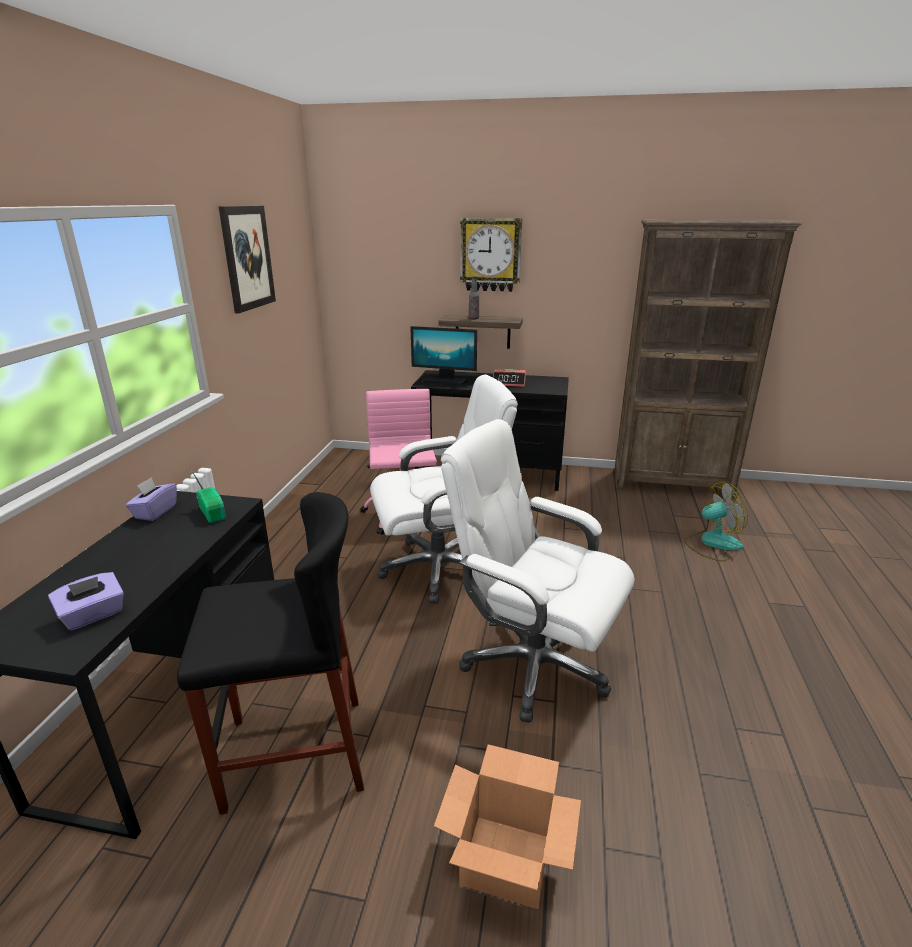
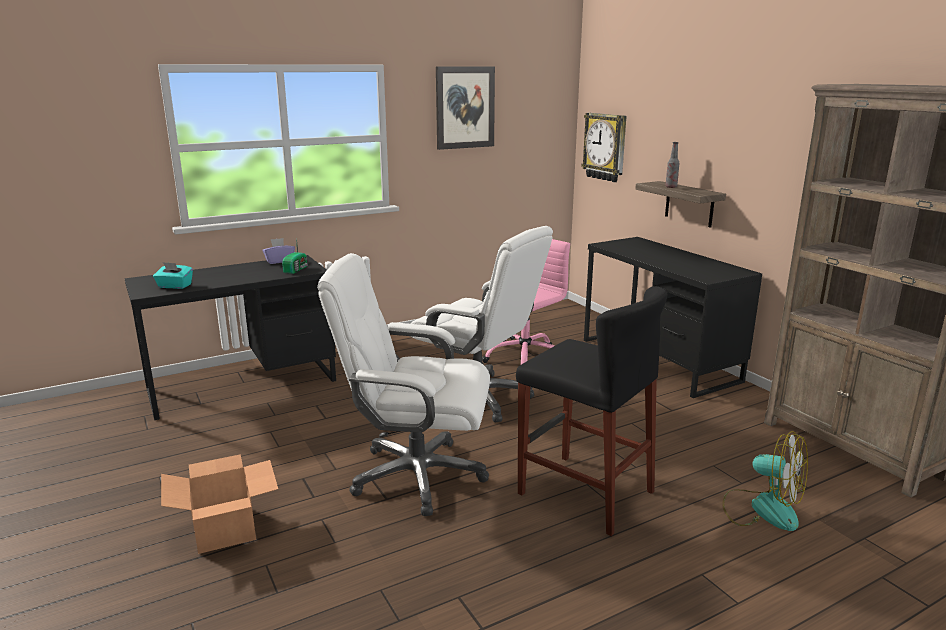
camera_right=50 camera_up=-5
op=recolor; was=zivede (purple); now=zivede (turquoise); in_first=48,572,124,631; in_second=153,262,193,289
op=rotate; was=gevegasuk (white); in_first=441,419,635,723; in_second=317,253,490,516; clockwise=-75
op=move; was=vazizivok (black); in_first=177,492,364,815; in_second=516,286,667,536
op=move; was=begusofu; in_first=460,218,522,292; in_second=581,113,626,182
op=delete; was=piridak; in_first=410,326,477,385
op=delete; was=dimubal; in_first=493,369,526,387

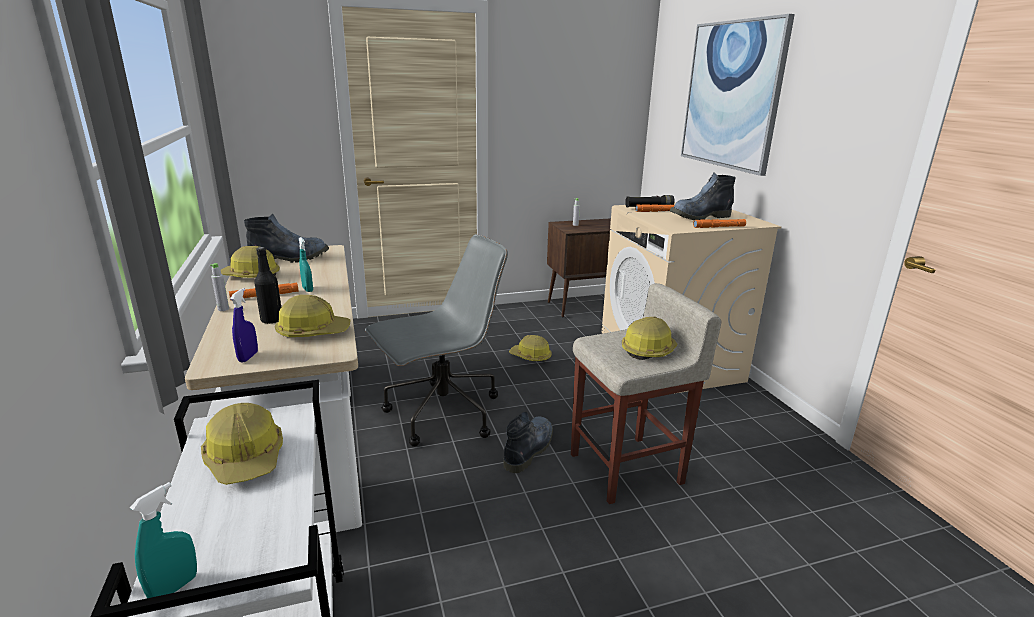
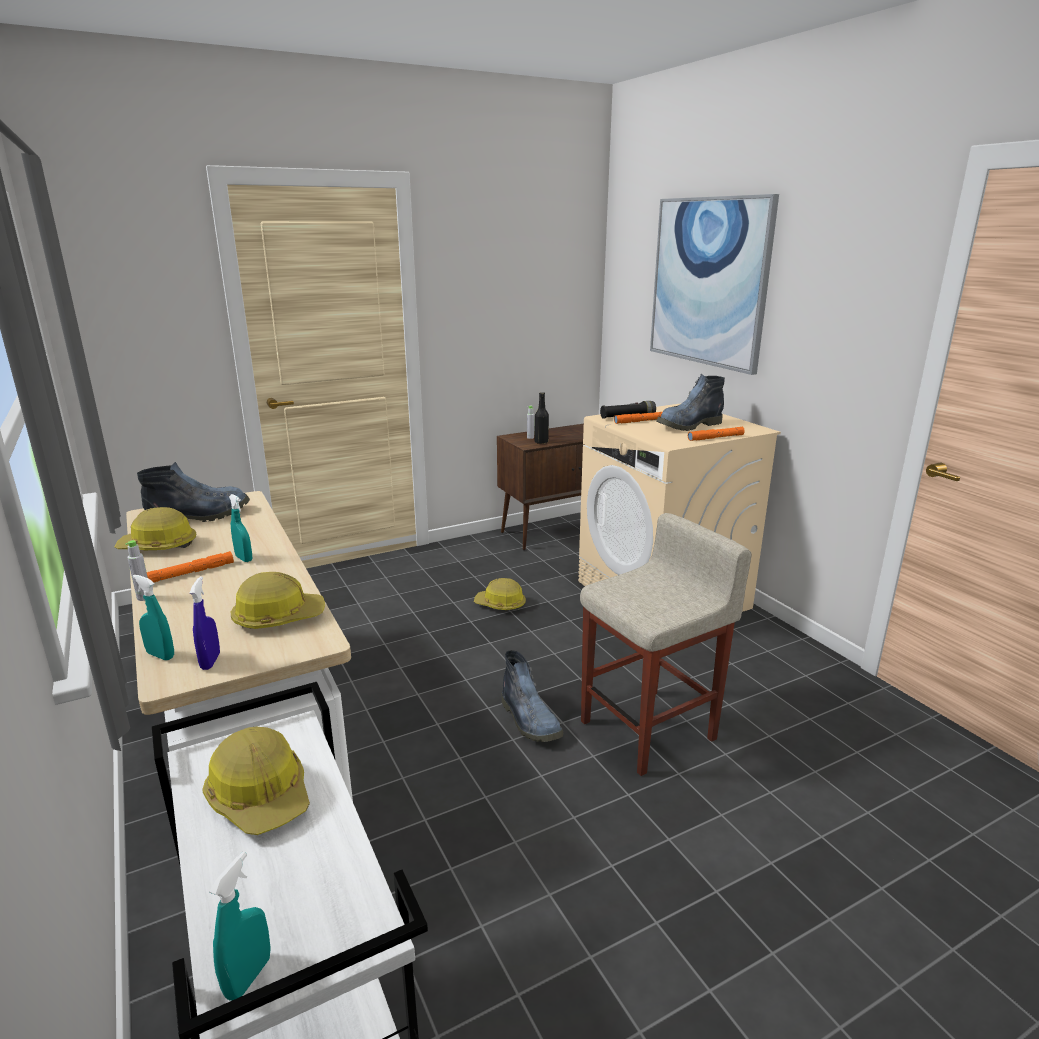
camera_right=-10 camera_up=0
op=insert; now=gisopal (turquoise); in_second=133,575,174,660
op=rotate; was=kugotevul; in_first=503,412,553,473; in_second=502,650,563,742; clockwise=135
op=move; was=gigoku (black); in_first=254,247,281,324; in_second=535,392,549,444
op=delete; was=gevegasuk (grey); in_first=365,234,508,447
op=delete; was=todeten; in_first=622,317,677,360

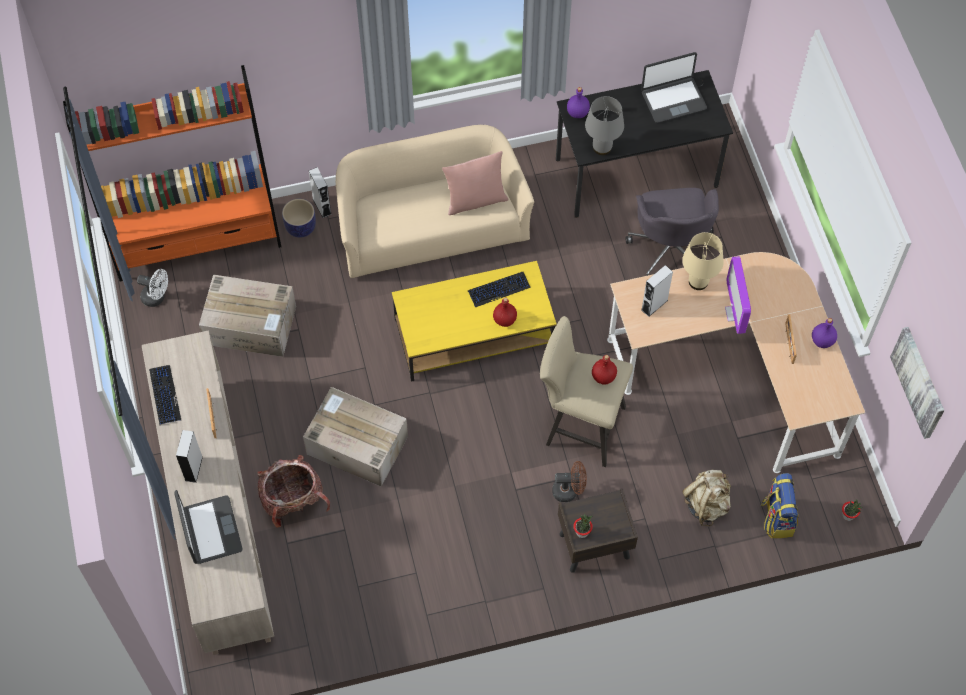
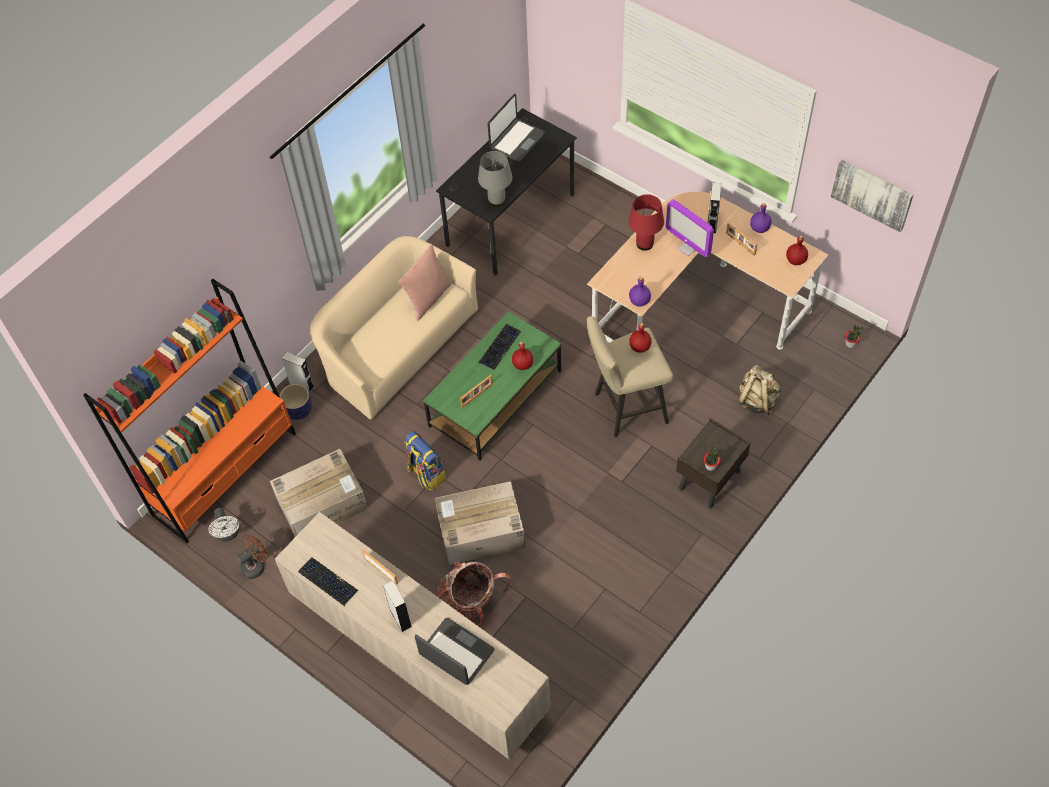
camera_right=-35 camera_up=-5
op=rotate; was=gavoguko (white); in_first=137,269,168,307; in_second=208,508,239,541; clockwise=90
op=move; was=gavoguko (brown); in_first=552,461,587,502; in_second=236,535,267,579
op=move; was=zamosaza; in_first=761,473,799,538; in_second=404,431,446,491
op=recolor; was=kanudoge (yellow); now=kanudoge (green); in_first=392,261,557,382; in_second=423,311,561,461
op=insert; now=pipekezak; in_second=460,375,493,408
op=recolor; was=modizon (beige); now=modizon (red); in_first=682,232,724,290; in_second=629,194,664,251
op=move; was=gigoku (purple); in_first=567,87,590,118; in_second=629,277,651,307
op=move; was=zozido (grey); in_first=642,265,673,317; in_second=708,183,722,234
op=insert; now=gigoku (red); in_second=786,235,808,265
op=delete; was=gevegasuk (grey); in_first=626,188,719,276

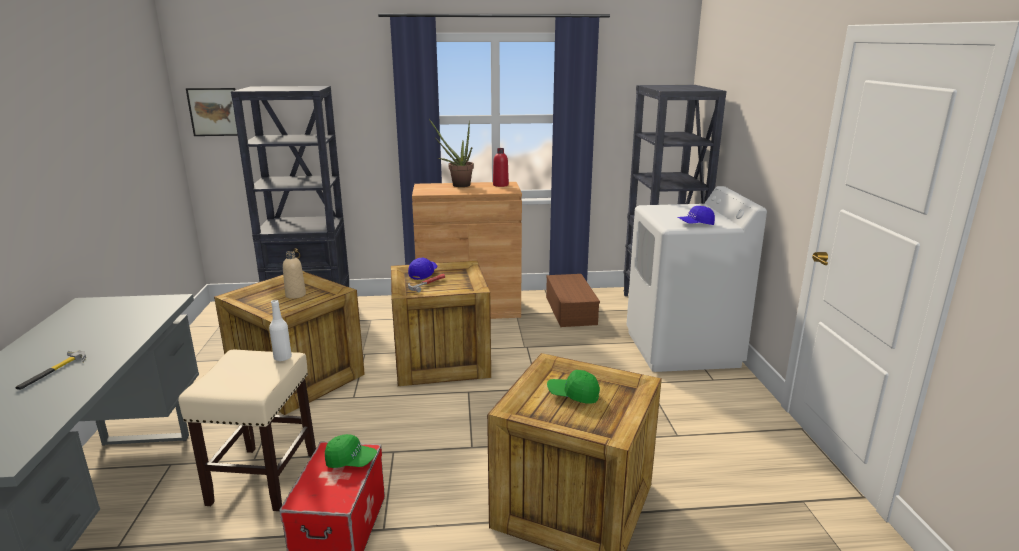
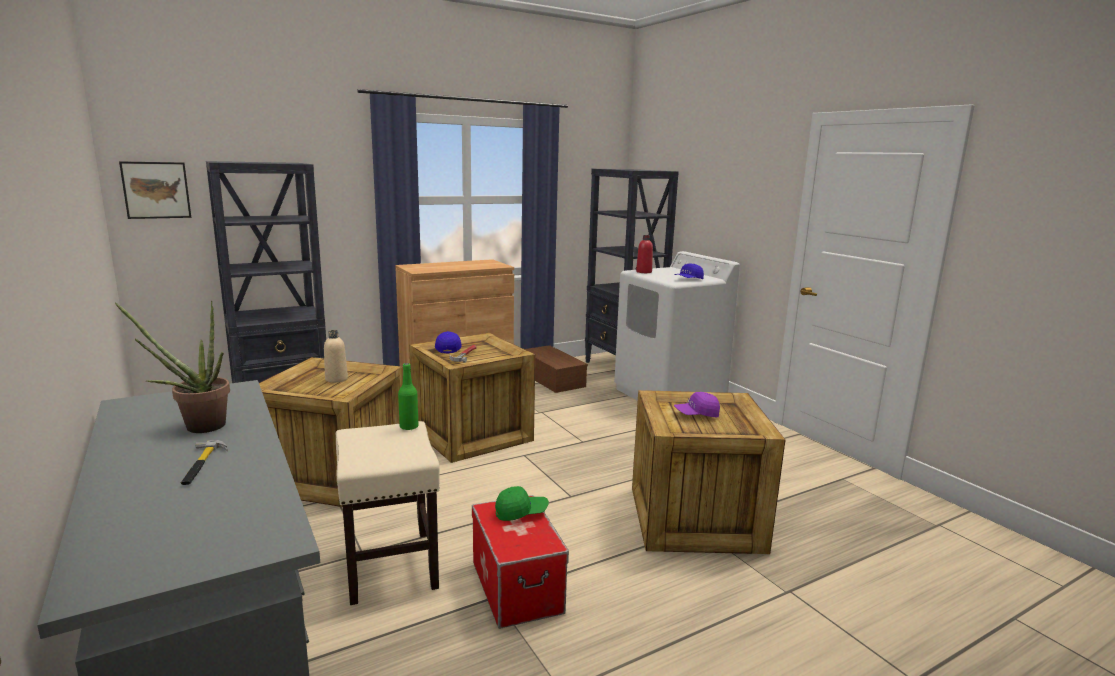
camera_right=-25 camera_up=-5
op=move; was=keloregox; in_first=429,119,474,187; in_second=115,301,230,433
op=recolor; was=gigoku (white); now=gigoku (green); in_first=269,300,292,361; in_second=398,363,418,430
op=move; was=gigoku (red); in_first=493,148,509,187; in_second=636,235,653,273
op=recolor; was=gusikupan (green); now=gusikupan (purple); in_first=547,370,600,404; in_second=674,392,720,417

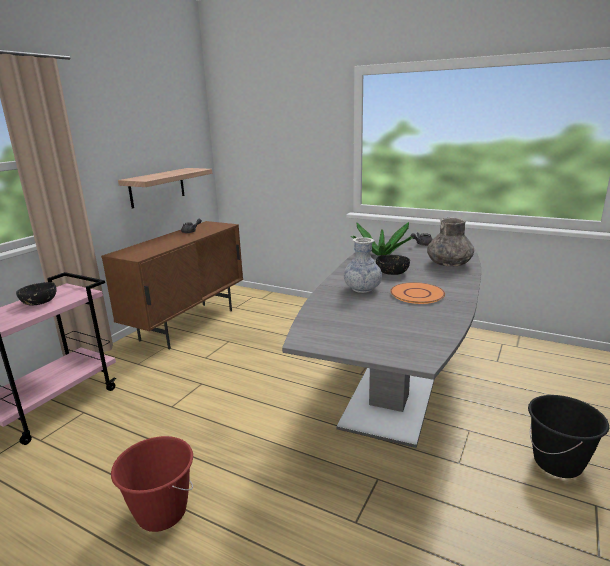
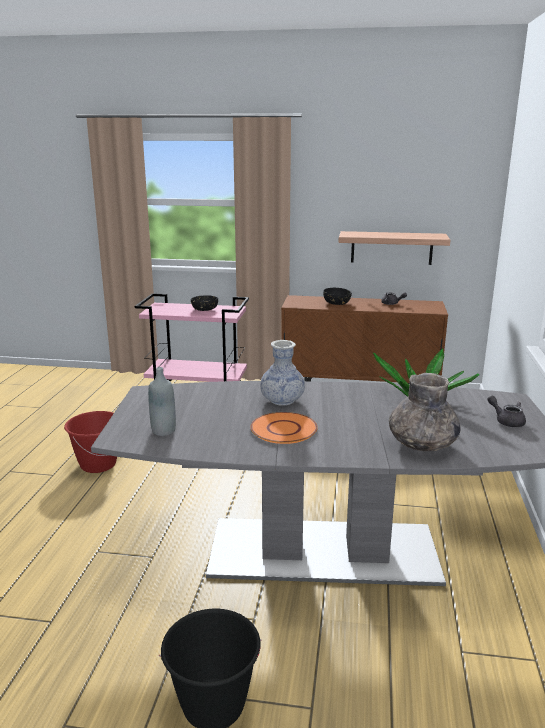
camera_right=70 camera_up=0
op=insert; now=gigoku (grey); in_second=148,367,176,436
op=move; was=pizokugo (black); in_first=376,255,410,275; in_second=323,288,352,305

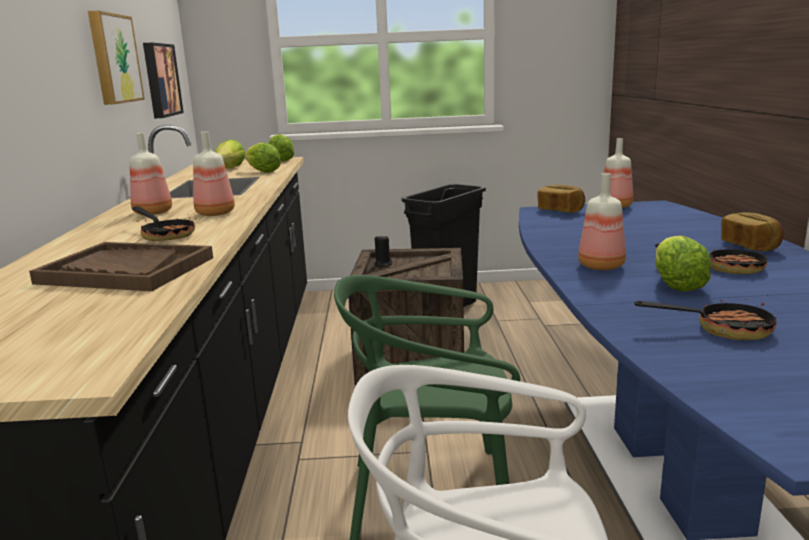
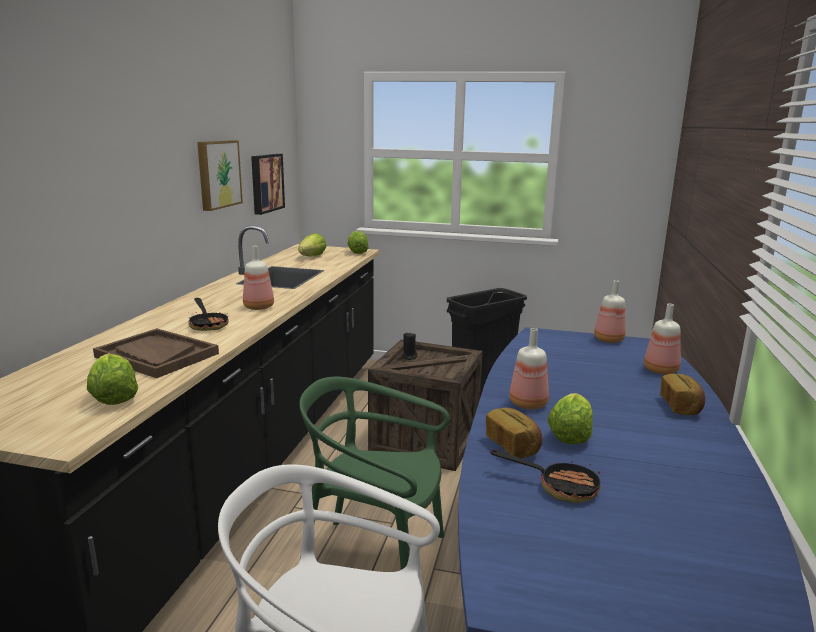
camera_right=15 camera_up=0
op=move; was=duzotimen; in_first=245,143,281,173; in_second=87,353,138,405
op=move; was=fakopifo; in_first=537,185,585,213; in_second=486,407,542,458
op=move; was=gigoku; in_first=129,133,172,215; in_second=644,304,681,375
op=delete; was=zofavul; in_first=655,244,767,274

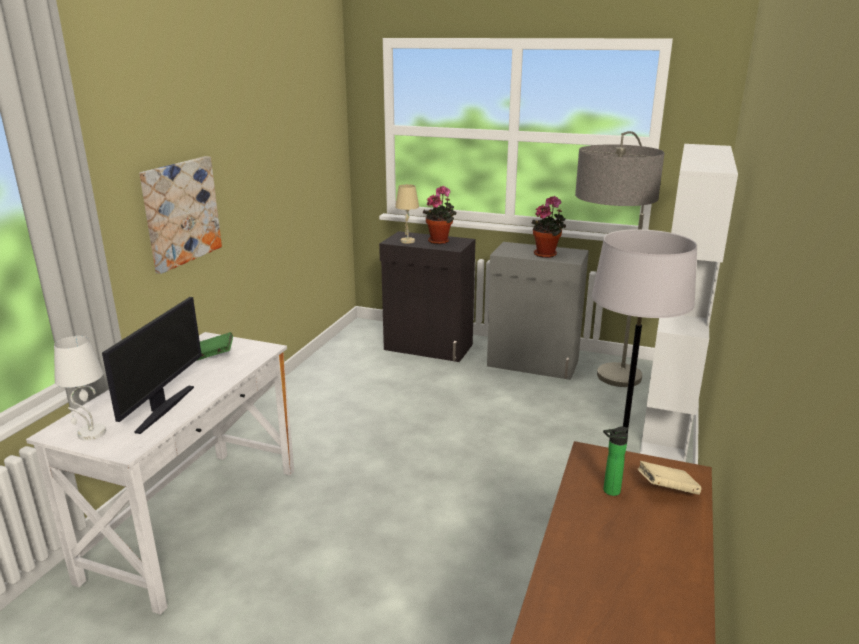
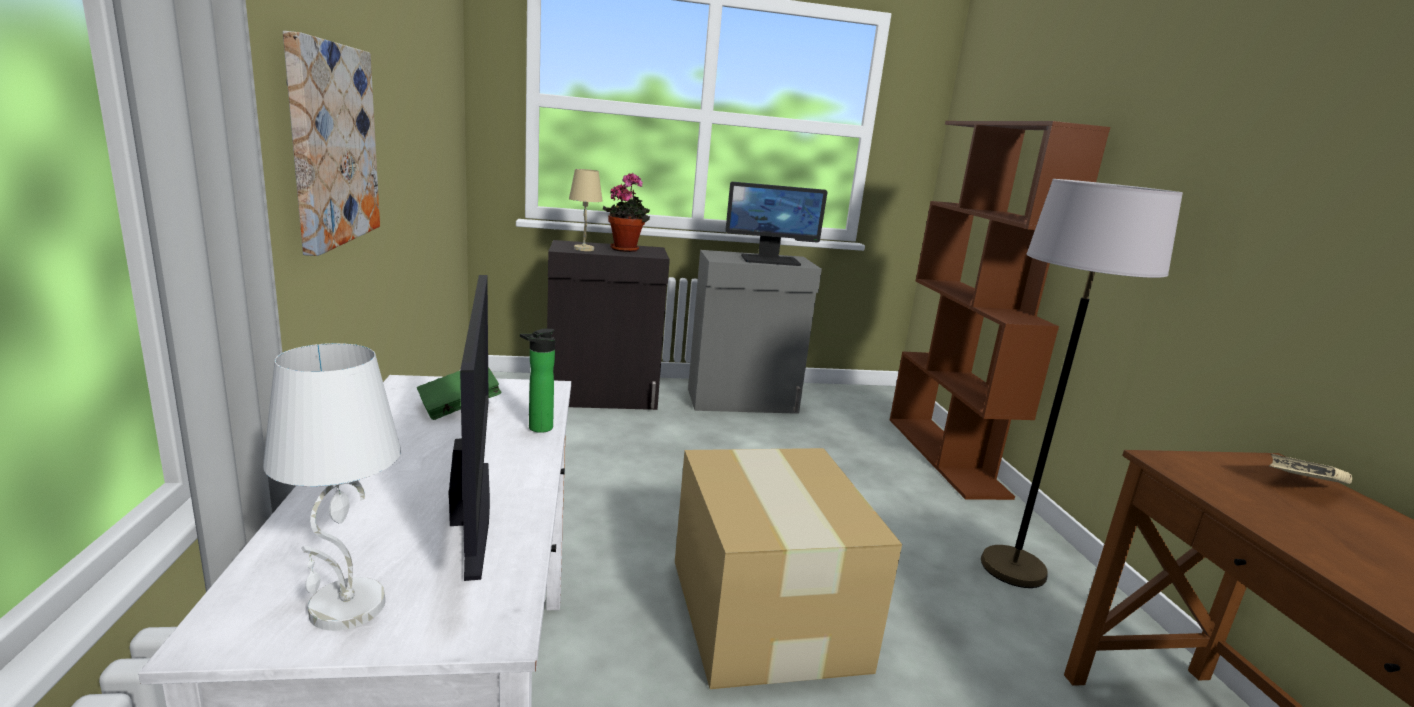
camera_right=-30 camera_up=-5
op=move; was=gigoku; in_first=603,427,628,496; in_second=520,329,555,433
op=insert; now=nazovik; in_second=675,448,902,689
op=replace; was=keloregox; now=piridak; in_first=531,196,566,258; in_second=725,182,827,266
op=recolor; was=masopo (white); now=masopo (brown); in_first=640,144,738,462; in_second=890,121,1110,500
op=delete; was=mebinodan; in_first=575,131,664,387

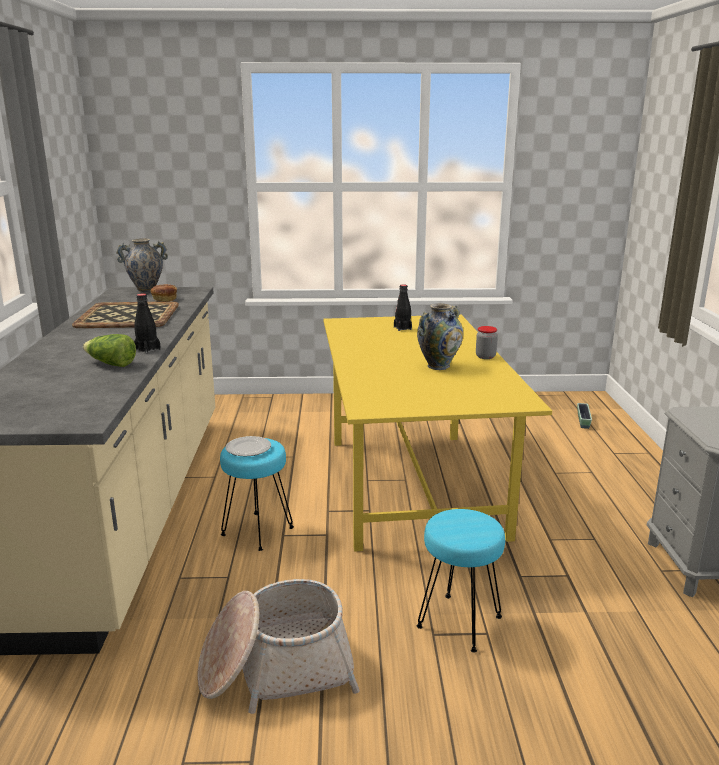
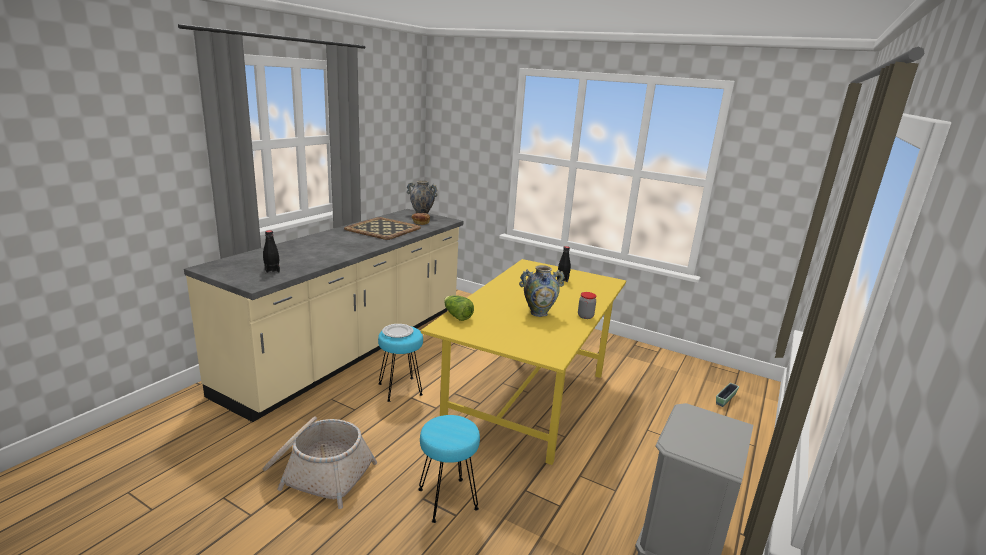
camera_right=30 camera_up=0
op=move; was=gigoku (black); in_first=134,293,161,354; in_second=263,230,280,273
op=move; was=duzotimen; in_first=83,334,136,367; in_second=444,295,474,321

